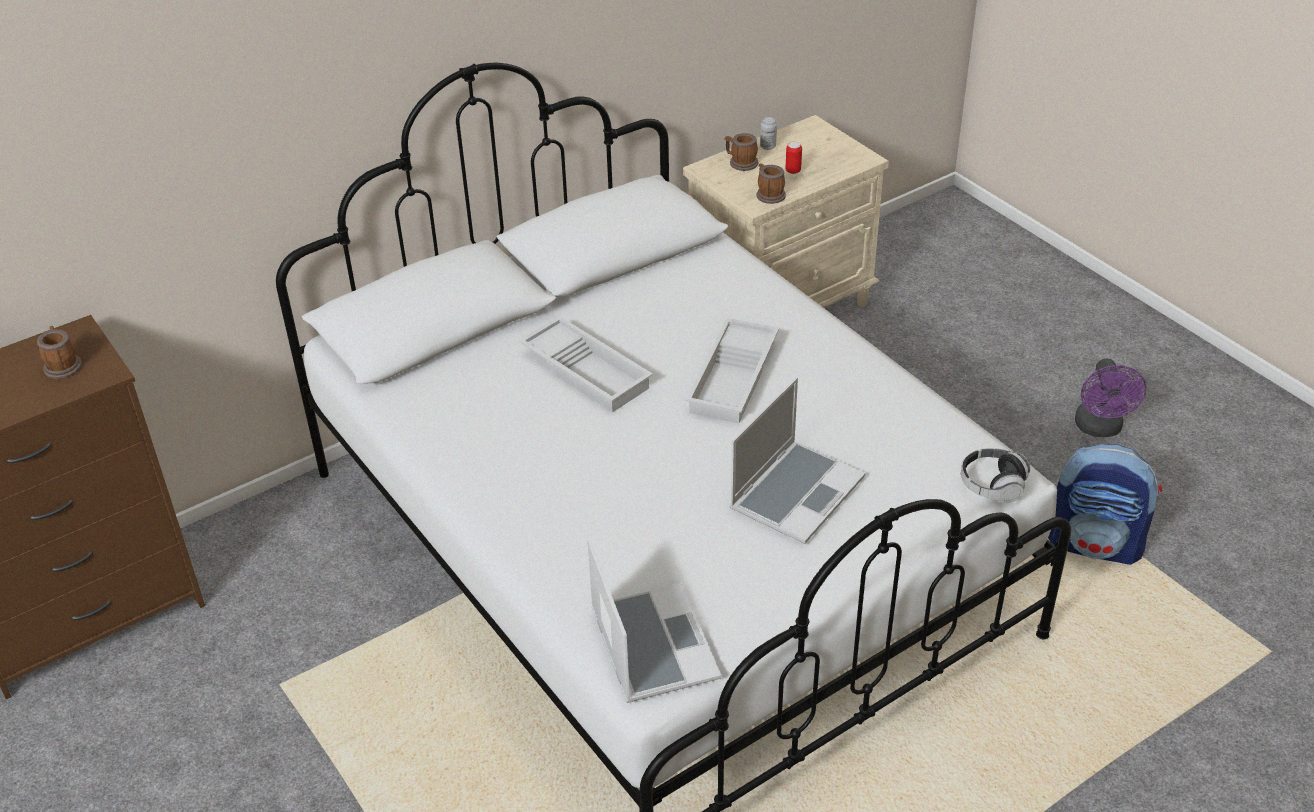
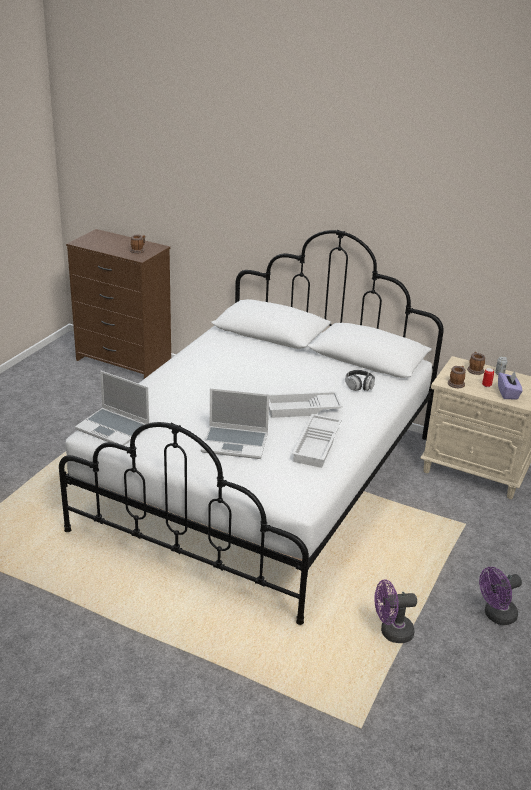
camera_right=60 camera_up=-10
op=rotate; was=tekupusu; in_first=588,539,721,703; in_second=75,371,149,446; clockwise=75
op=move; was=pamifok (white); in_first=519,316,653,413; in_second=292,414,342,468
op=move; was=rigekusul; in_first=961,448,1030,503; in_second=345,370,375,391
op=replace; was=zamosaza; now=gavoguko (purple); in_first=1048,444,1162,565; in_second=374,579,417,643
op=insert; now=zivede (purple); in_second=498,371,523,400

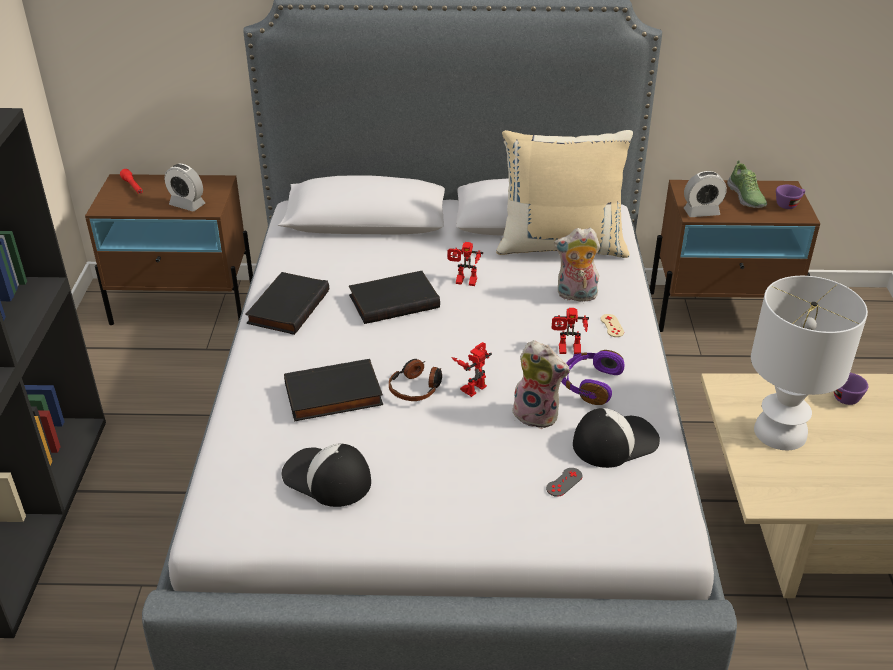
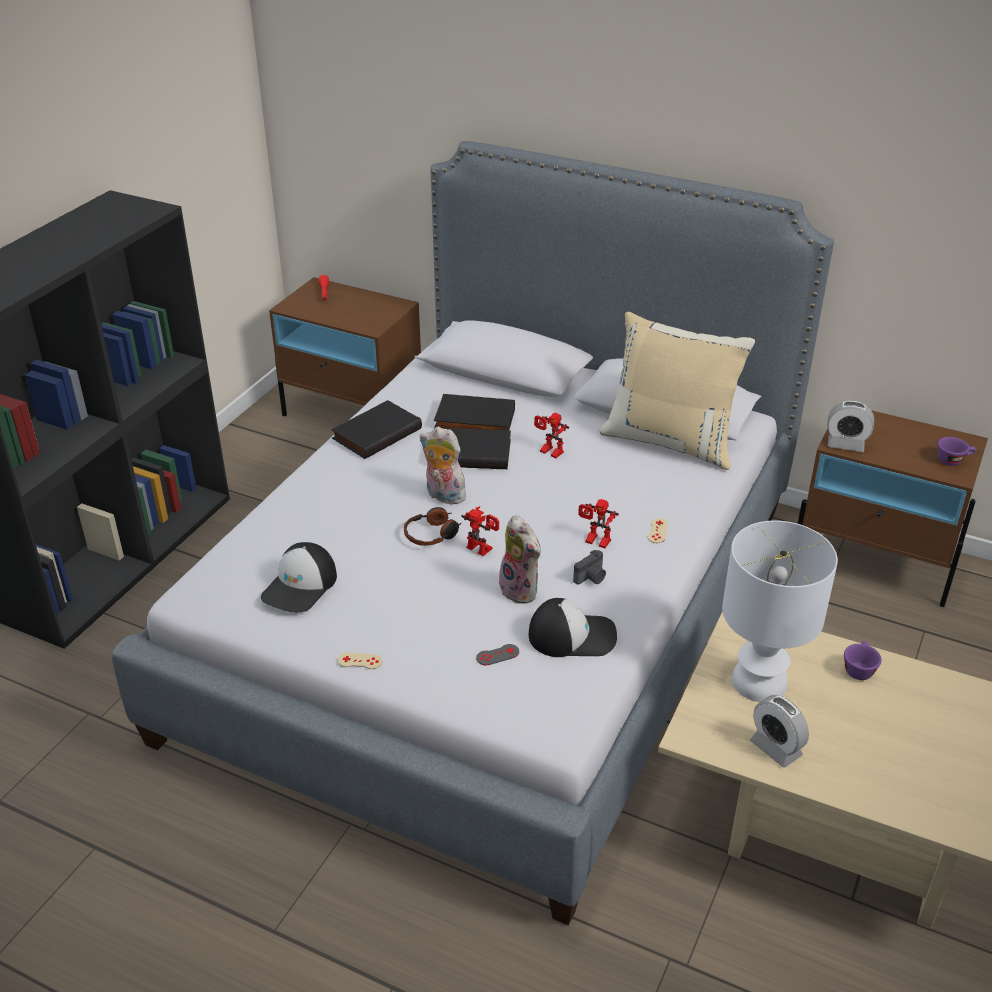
camera_right=25 camera_up=0
op=rotate; was=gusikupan; in_first=282,444,371,507; in_second=261,542,337,613; clockwise=-120
op=insert; now=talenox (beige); in_second=338,652,382,669
op=move; was=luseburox; in_first=554,228,600,302; in_second=420,427,468,504
op=move; was=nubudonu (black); in_first=284,359,383,421; in_second=434,394,515,430
op=rotate; was=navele; in_first=452,342,492,397; in_second=461,506,499,556; clockwise=60
op=replace; was=rigekusul (purple); now=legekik; in_first=561,350,625,405; in_second=573,550,606,585
op=move; was=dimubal; in_first=164,163,205,211; in_second=750,695,809,768
op=delete; was=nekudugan; in_first=727,160,767,208

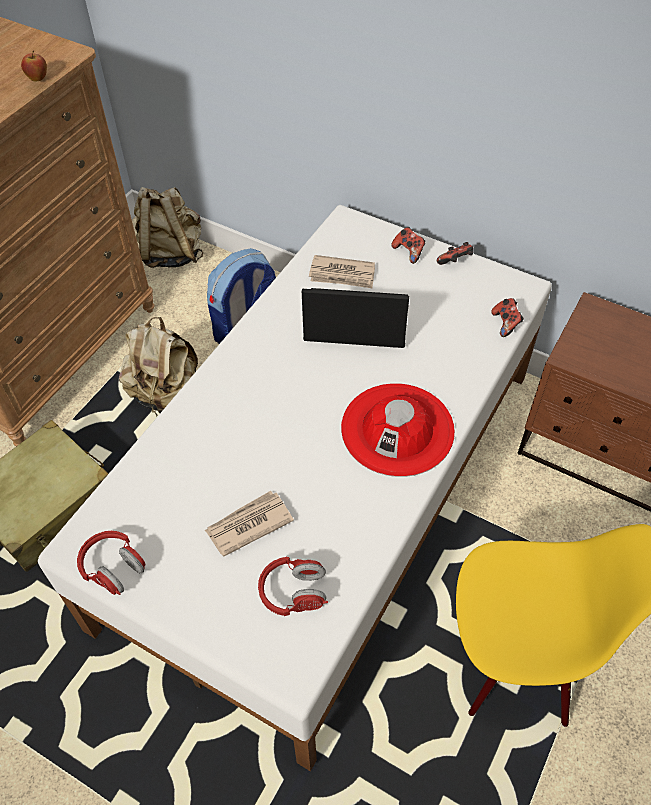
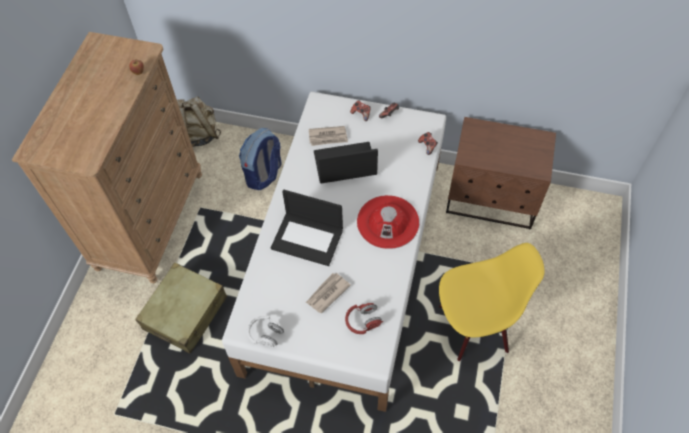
camera_right=-15 camera_up=5
op=recolor; was=rigekusul (red); now=rigekusul (white); in_first=77,531,146,595; in_second=247,315,284,348
op=insert; now=tekupusu; in_second=271,189,343,266
op=delete; was=zamosaza (beige); in_first=119,317,198,417

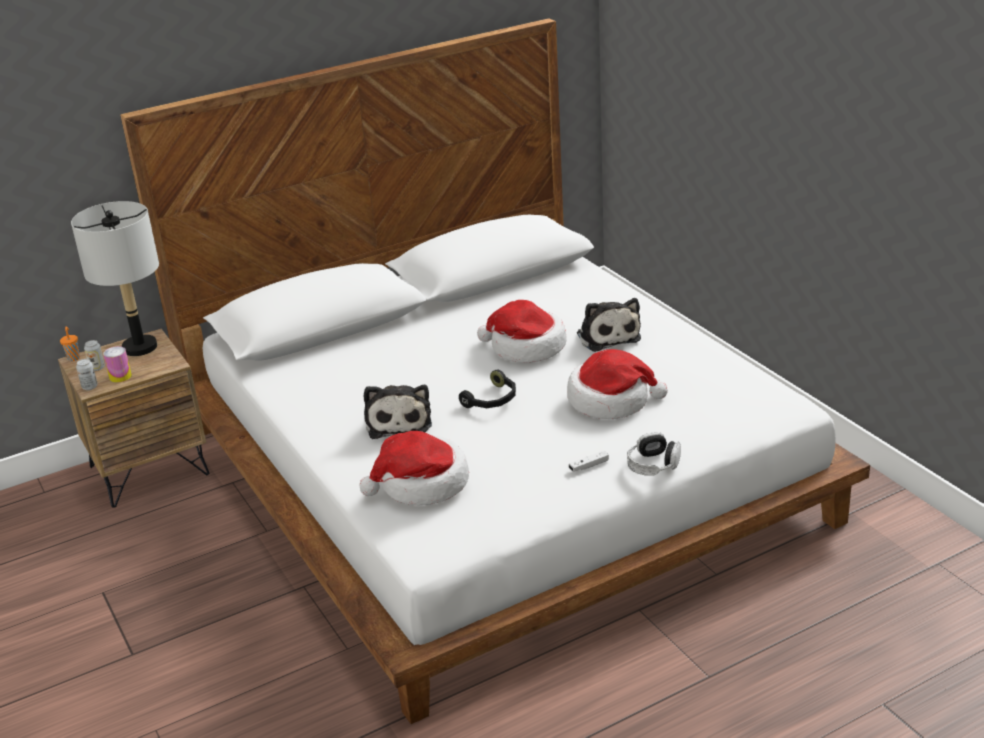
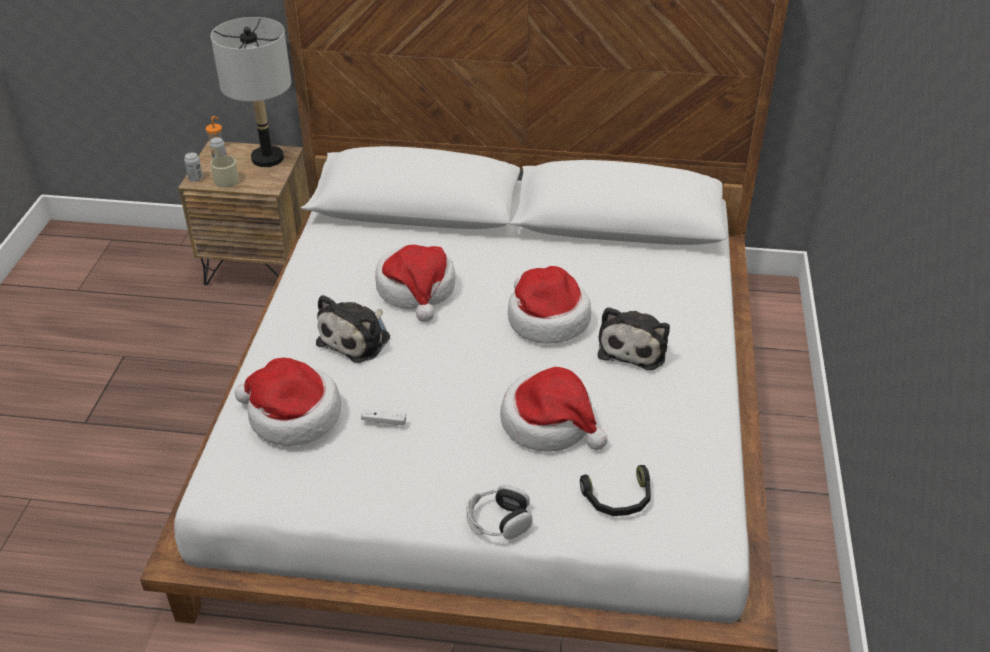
camera_right=35 camera_up=10
op=replace; was=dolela; now=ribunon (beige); in_first=103,346,132,383; in_second=211,156,239,188
op=move; was=talenox (white); in_first=569,450,609,472; in_second=361,409,406,425
op=insert; now=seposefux; in_second=375,244,455,322
op=move; was=rigekusul (black); in_first=459,369,516,408; in_second=580,465,651,516

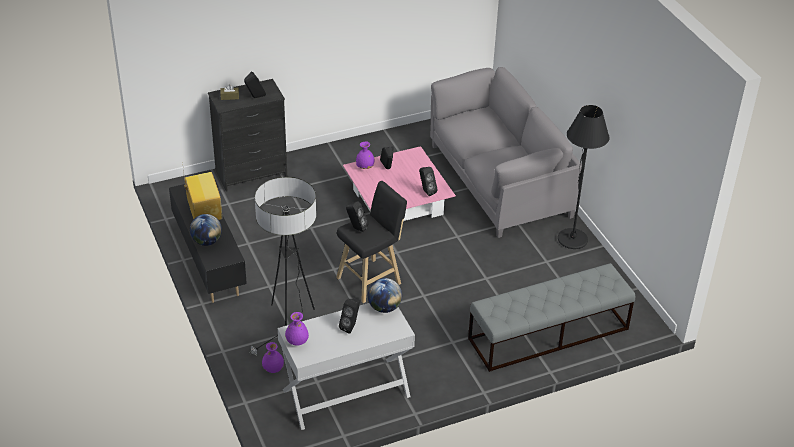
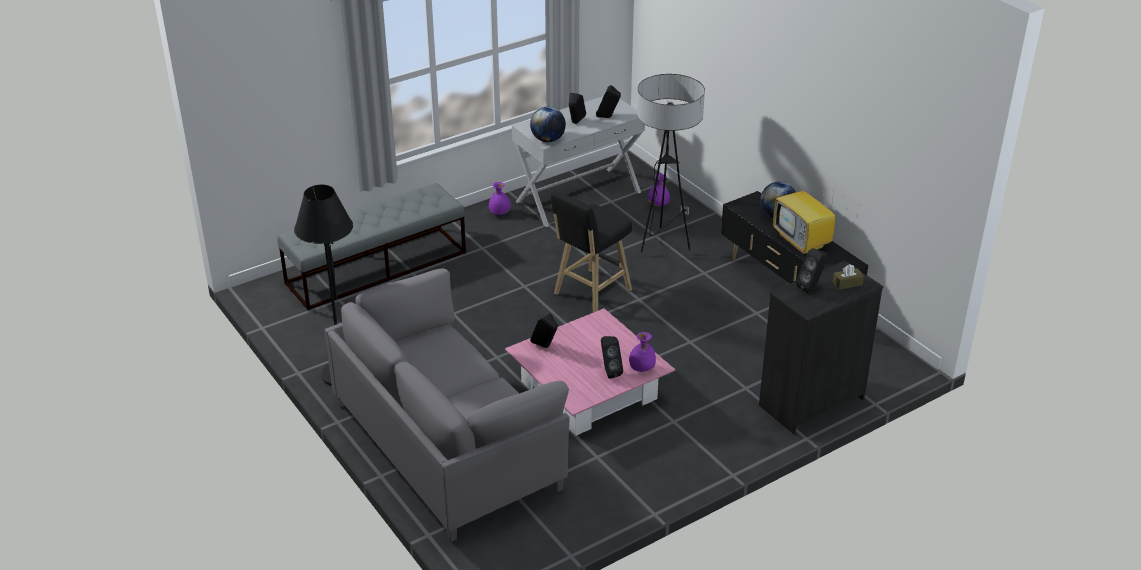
camera_right=170 camera_up=-5
op=move; was=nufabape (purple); in_first=285,312,309,345; in_second=489,182,511,215
op=move; was=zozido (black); in_first=346,201,369,232; in_second=596,85,621,118

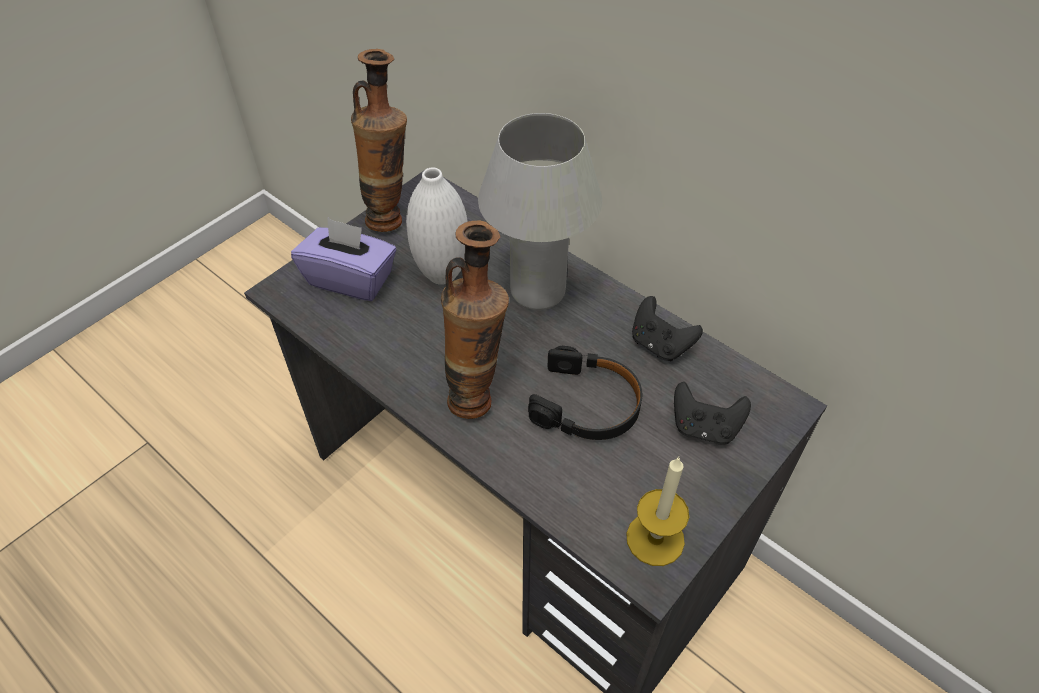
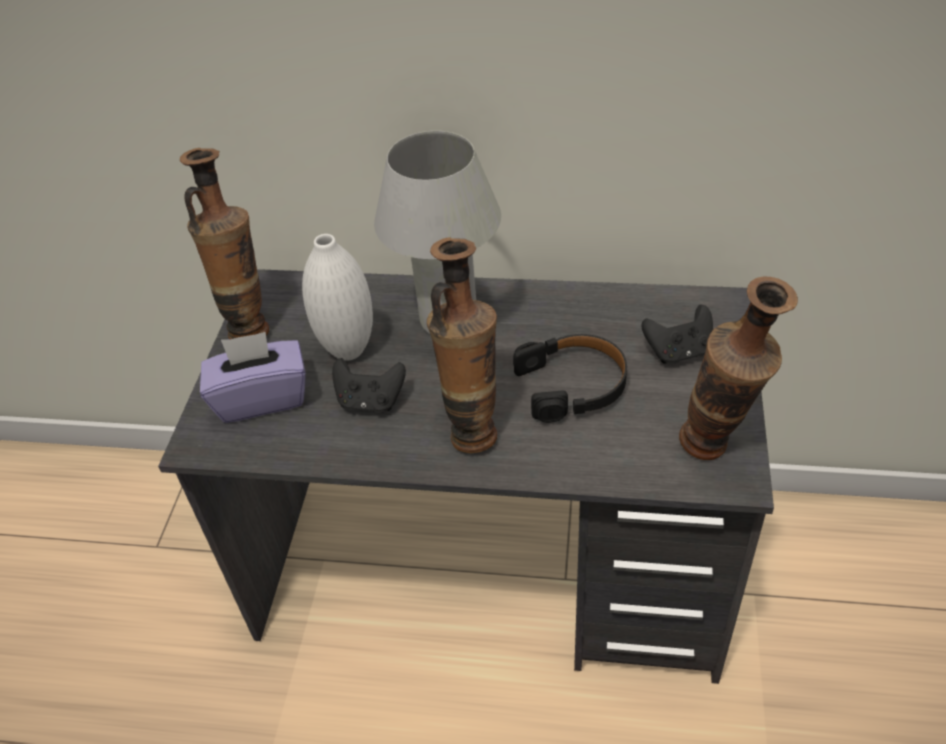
camera_right=-30 camera_up=-5
op=move; was=talenox (black); in_first=632,296,703,361; in_second=332,358,406,413
op=replace; was=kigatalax; now=nufabape; in_first=626,456,689,566; in_second=679,277,798,460

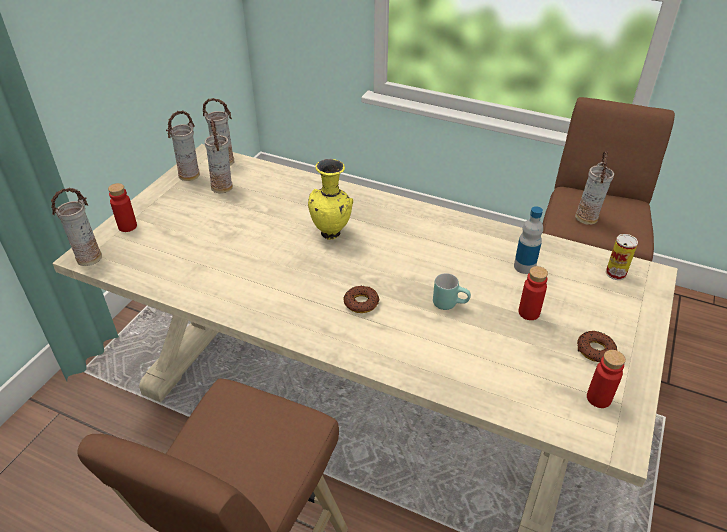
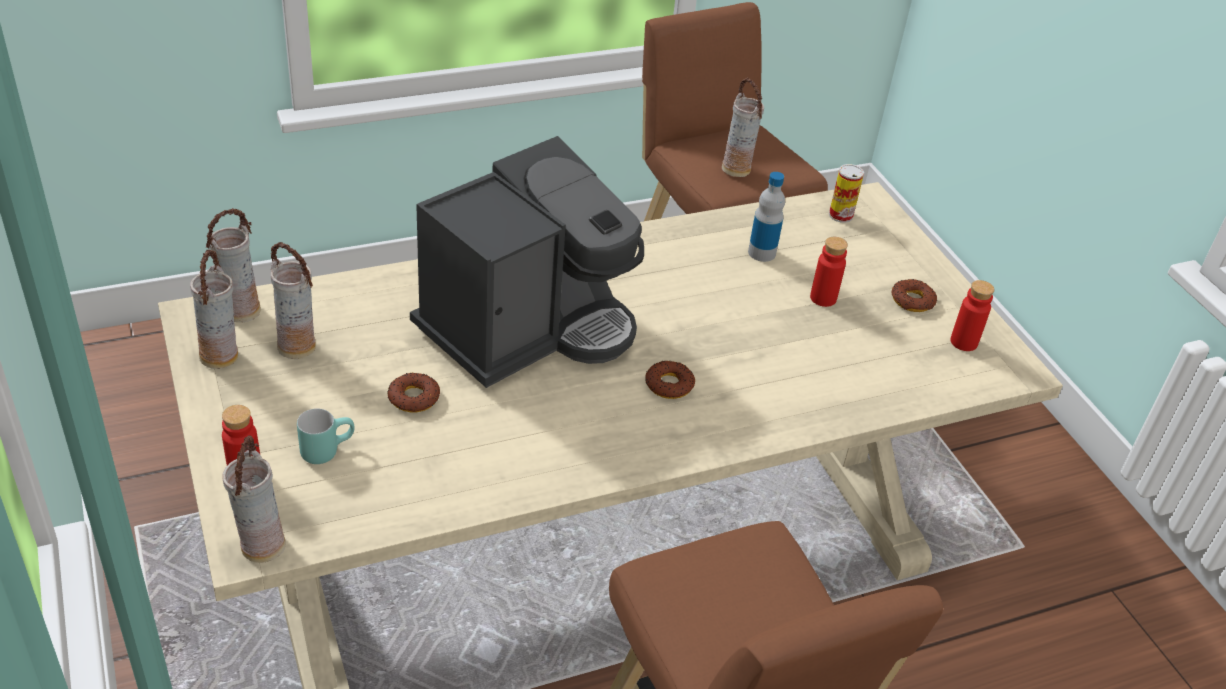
camera_right=-50 camera_up=0
op=move; was=ribunon (turquoise); in_first=433,273,471,310; in_second=297,409,355,464
op=insert; now=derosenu; in_second=387,372,440,412
op=replace; was=nufabape (yellow); now=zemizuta; in_first=308,159,353,240; in_second=410,136,644,388

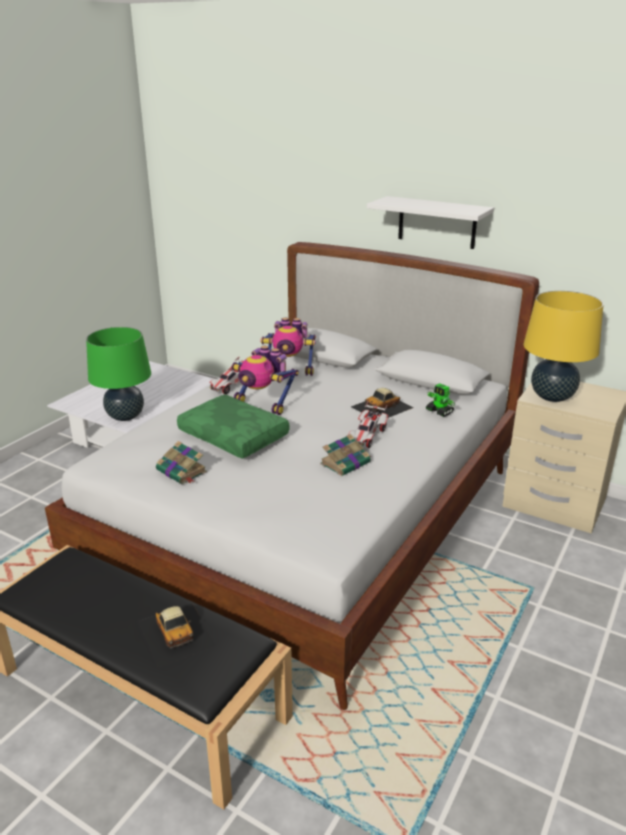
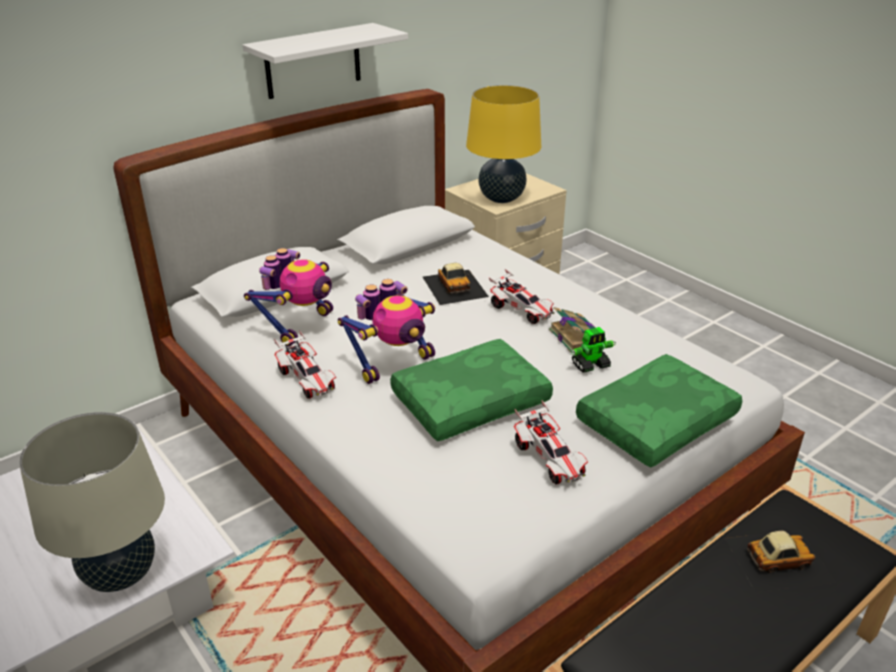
camera_right=-70 camera_up=5
op=recolor; was=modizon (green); now=modizon (beige); in_first=86,327,151,421; in_second=19,412,165,592
op=replace; was=nubudonu; now=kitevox; in_first=156,441,207,484; in_second=514,400,588,485
op=move; was=navele; in_first=426,383,455,417; in_second=570,327,616,373
op=insert; now=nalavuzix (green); in_second=576,354,742,468

